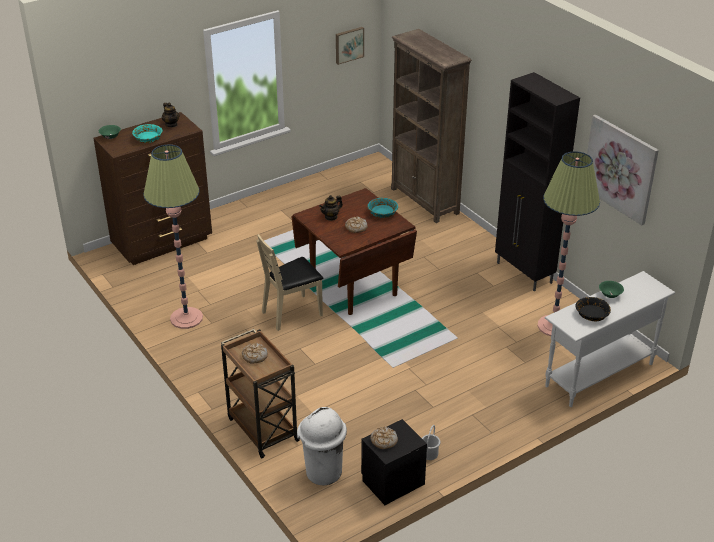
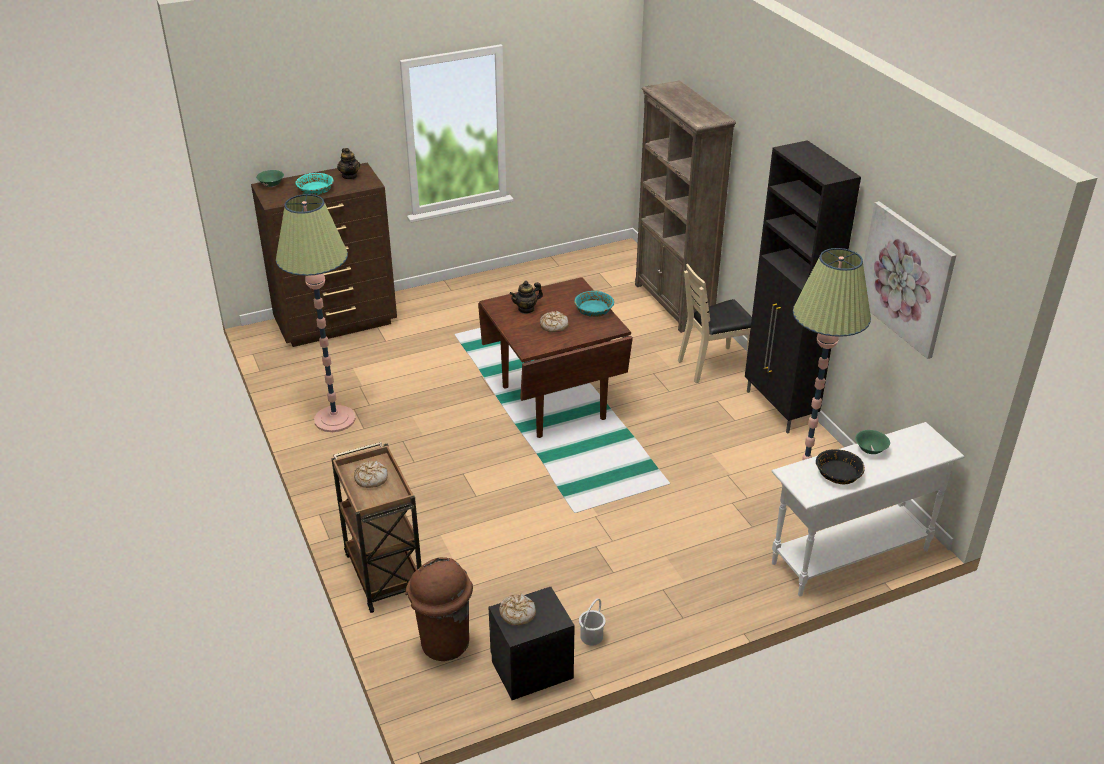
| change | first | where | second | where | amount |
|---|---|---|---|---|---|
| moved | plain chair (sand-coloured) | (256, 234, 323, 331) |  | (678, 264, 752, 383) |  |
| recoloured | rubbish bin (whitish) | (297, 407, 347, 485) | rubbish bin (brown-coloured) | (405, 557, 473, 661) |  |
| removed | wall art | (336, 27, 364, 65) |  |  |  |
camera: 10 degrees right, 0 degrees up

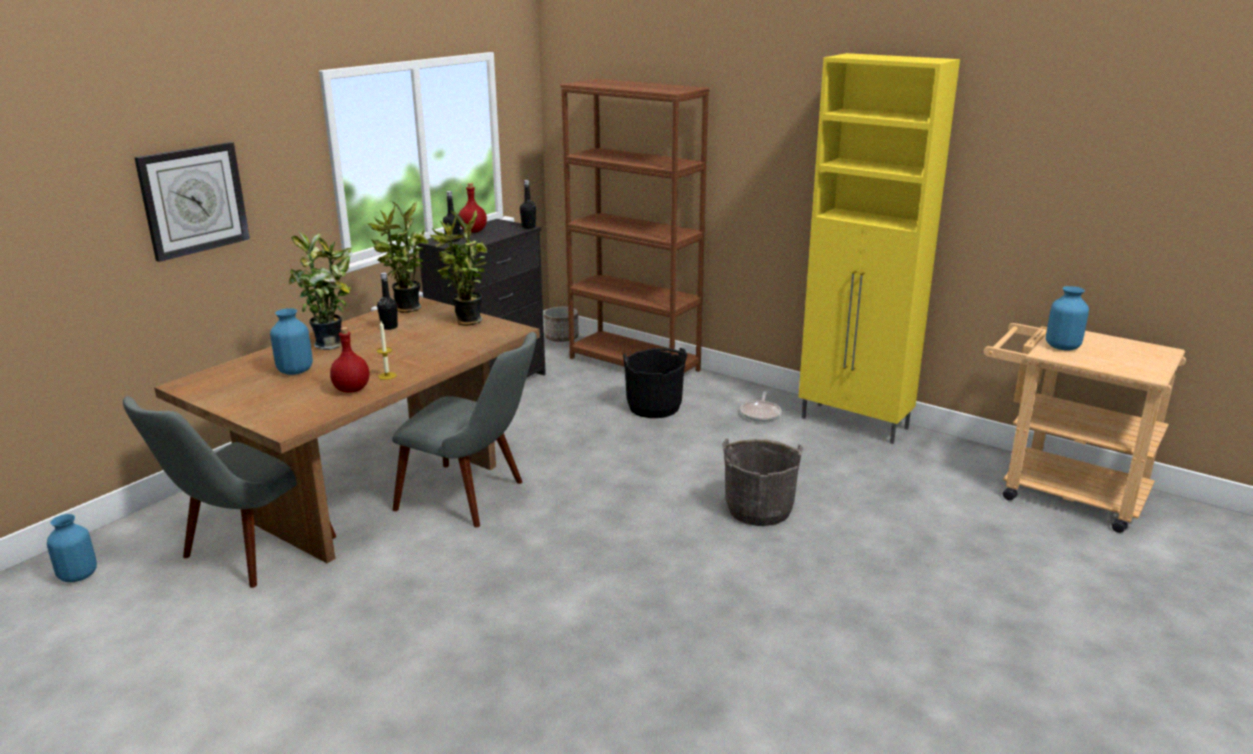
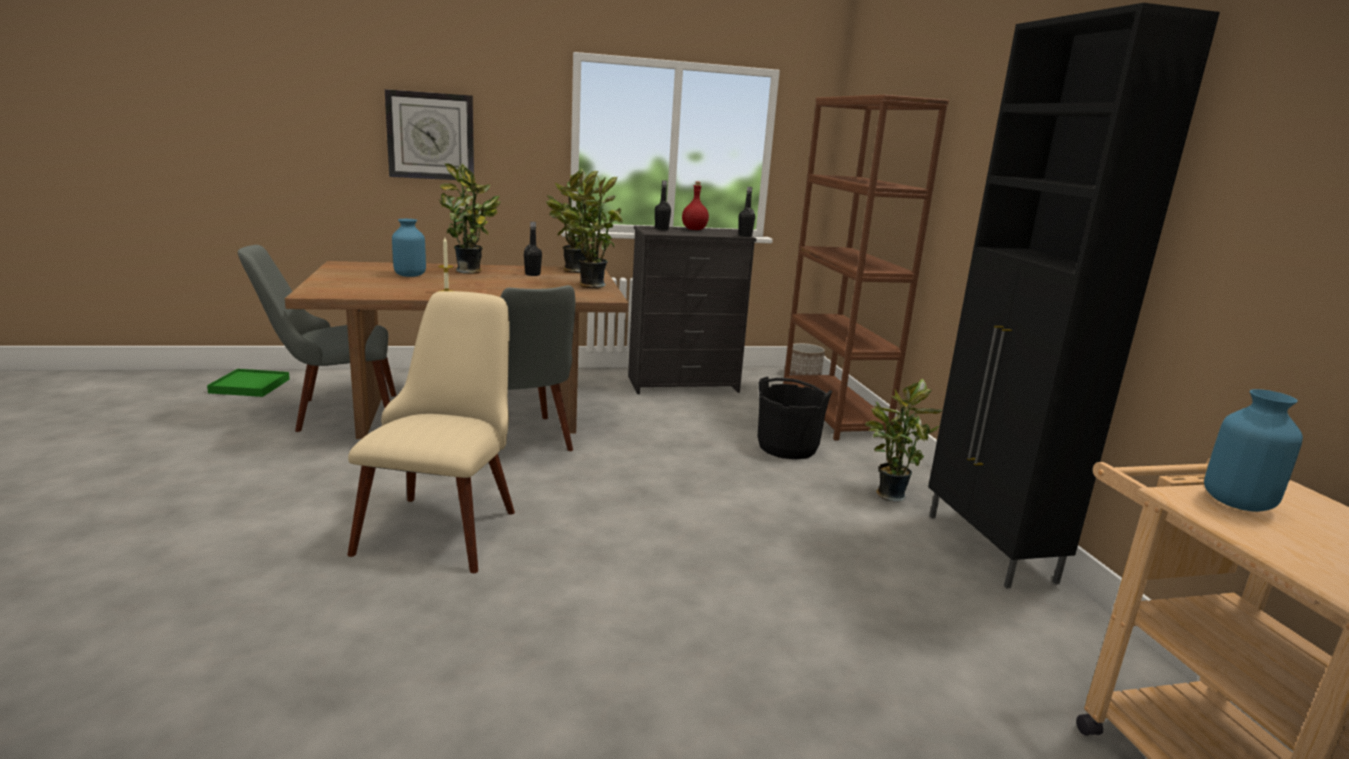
| change | first | where | second | where | amount |
|---|---|---|---|---|---|
| replaced | decorative vase (blue) | (47, 514, 97, 582) | carrying tray (green-coloured) | (207, 369, 290, 397) |  |
| removed | bottle (reddish) | (330, 327, 369, 393) |  |  |  |
| removed | bucket (greyish) | (722, 438, 803, 526) |  |  |  |
| replaced | pan | (740, 391, 781, 422) | potted plant | (865, 379, 942, 502) |  |
| recoloured | storage cabinet (yellowish) | (799, 53, 960, 444) | storage cabinet (blackish) | (928, 3, 1220, 588) |  |
| added |  |  | plain chair (sand-coloured) | (347, 291, 515, 573) |  |
camera: 40 degrees right, 5 degrees down

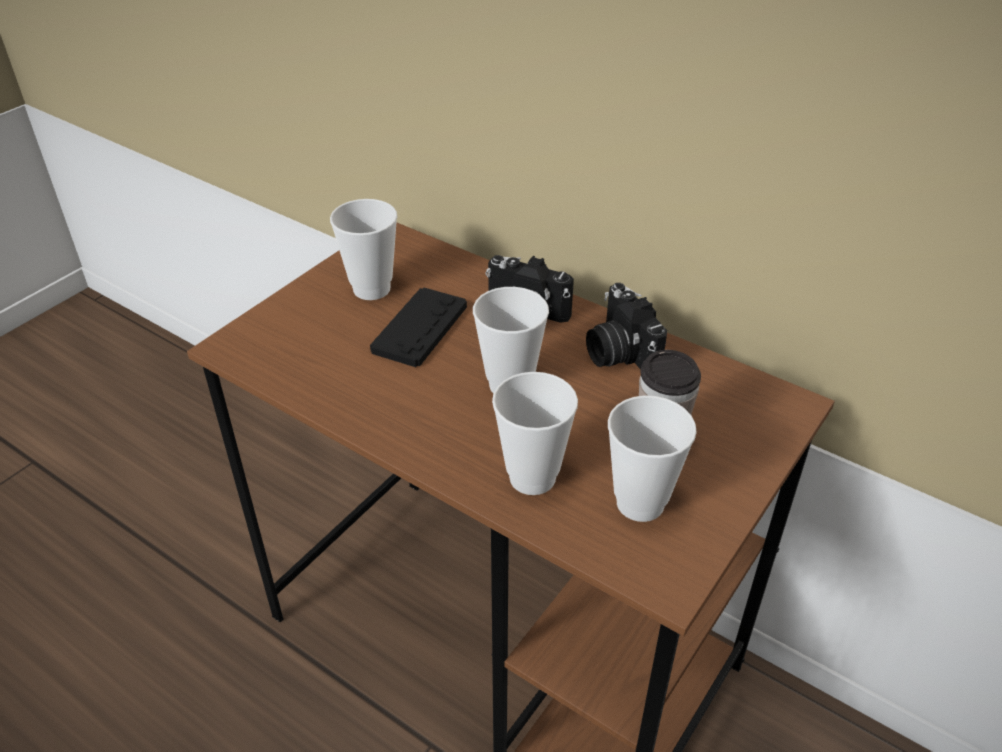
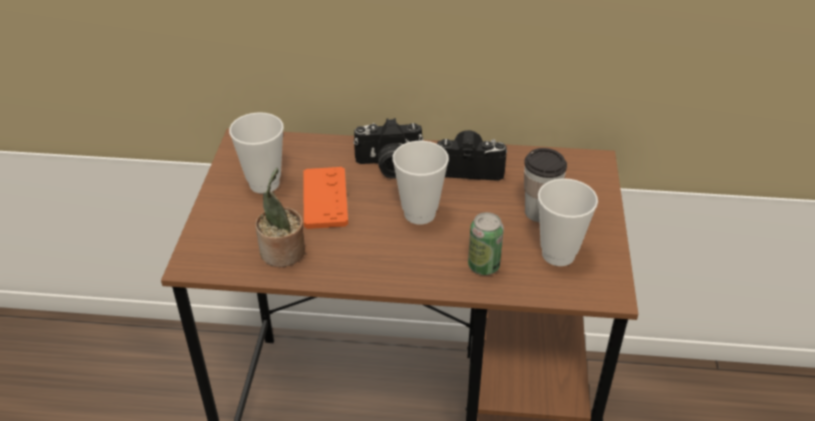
| change | first | where | second | where | amount |
|---|---|---|---|---|---|
| recoloured | game controller (blackish) | (370, 288, 467, 367) | game controller (orange) | (303, 167, 348, 229) |  |
| replaced | small cup | (492, 372, 578, 495) | can | (468, 212, 504, 275) |  |
| turned | still camera | (586, 283, 667, 370) |  | (437, 130, 507, 181) | 150 degrees clockwise |
| added |  |  | potted plant | (256, 168, 305, 267) |  |
camera: 30 degrees left, 0 degrees up

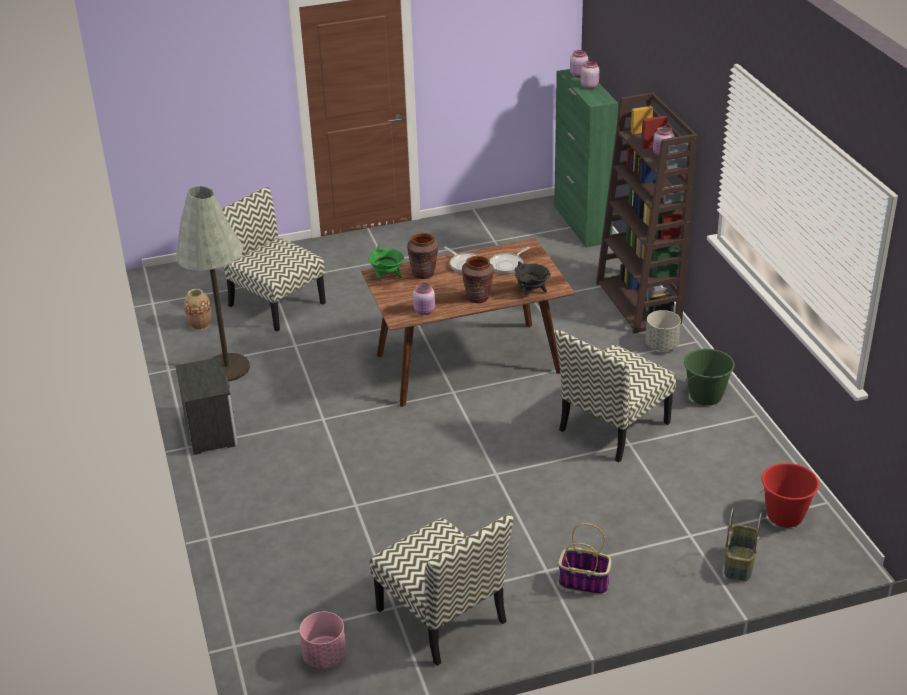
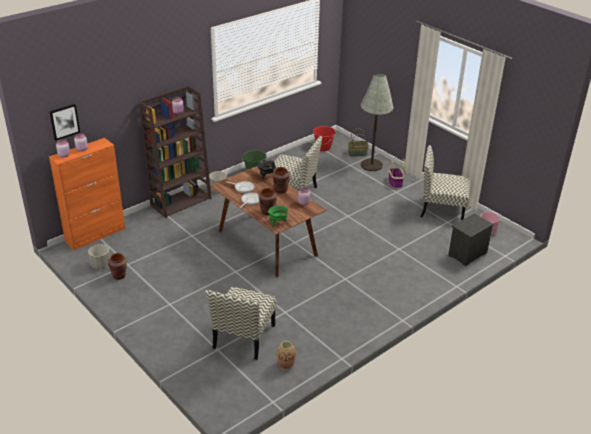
| change | first | where | second | where | amount |
|---|---|---|---|---|---|
| moved | nightstand | (175, 357, 238, 455) |  | (447, 213, 493, 266) |  |
| moved | standard lamp (greyish) | (176, 186, 250, 381) |  | (361, 74, 394, 171) |  |
| turned | plain chair | (370, 514, 513, 666) |  | (420, 145, 470, 220) | 105 degrees counterclockwise |
| recoloured | storage cabinet (green-coloured) | (554, 69, 618, 247) | storage cabinet (orange) | (49, 138, 125, 250) |  |
| added |  |  | wall art | (49, 104, 80, 141) |  |
| added |  |  | plant pot (greyish) | (88, 244, 110, 269) |  |
| added |  |  | decorative vase (brown-coloured) | (108, 253, 127, 280) |  |
camera: 115 degrees left, 0 degrees up

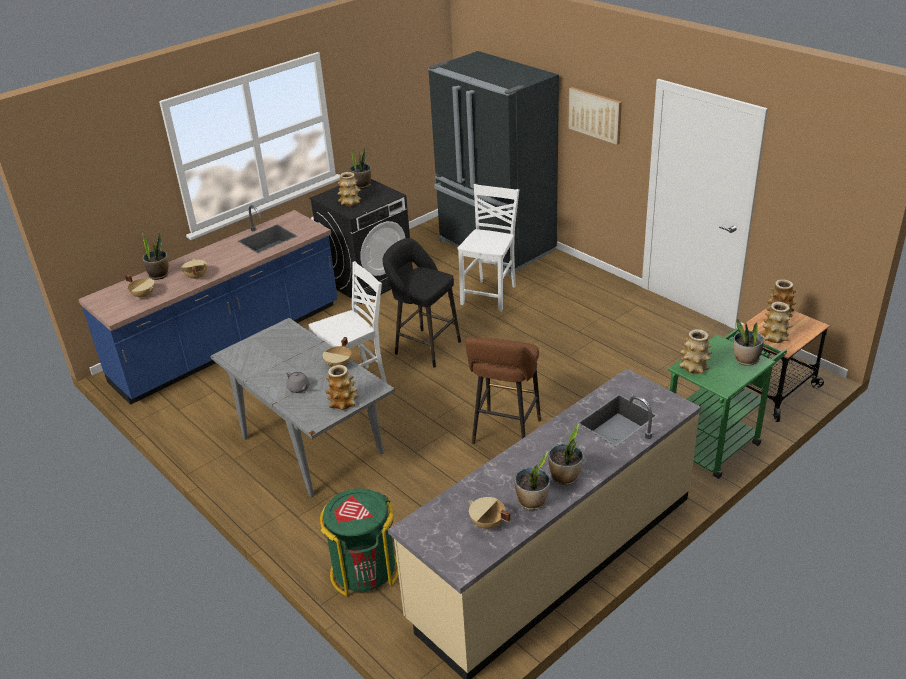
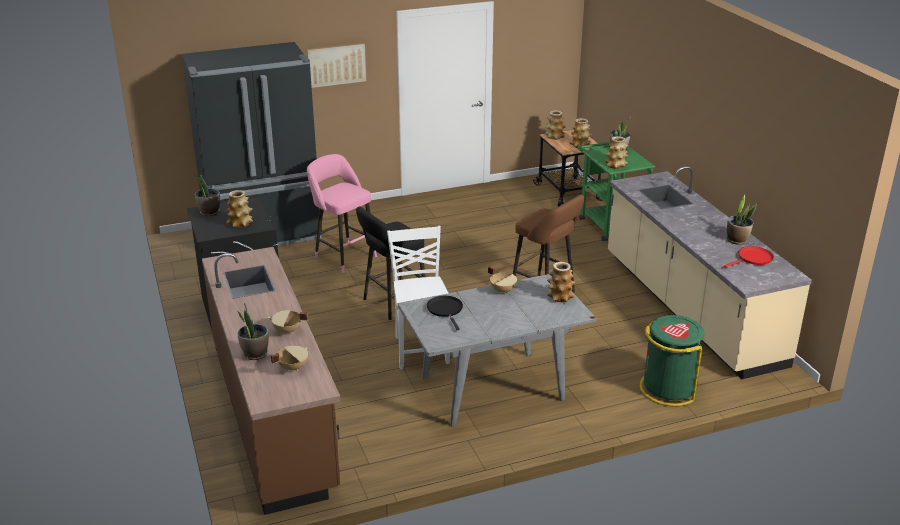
| change | first | where | second | where | amount |
|---|---|---|---|---|---|
| recoloured | kitchen base unit (blue) | (78, 205, 338, 405) | kitchen base unit (brown-coloured) | (202, 247, 341, 515) |  |
| removed | pot for tea (greyish) | (286, 372, 309, 393) |  |  |  |
| replaced | plain chair (whitish) | (457, 184, 519, 312) | stool seat (pink-coloured) | (307, 154, 377, 273) |  |
| replaced | cooking pot (sand-coloured) | (468, 497, 511, 529) | pan (reddish) | (724, 246, 774, 267) |  |
| removed | potted plant | (548, 423, 583, 485) |  |  |  |
| added |  |  | pan (blackish) | (427, 296, 463, 330) |  |
camera: 70 degrees left, 5 degrees down

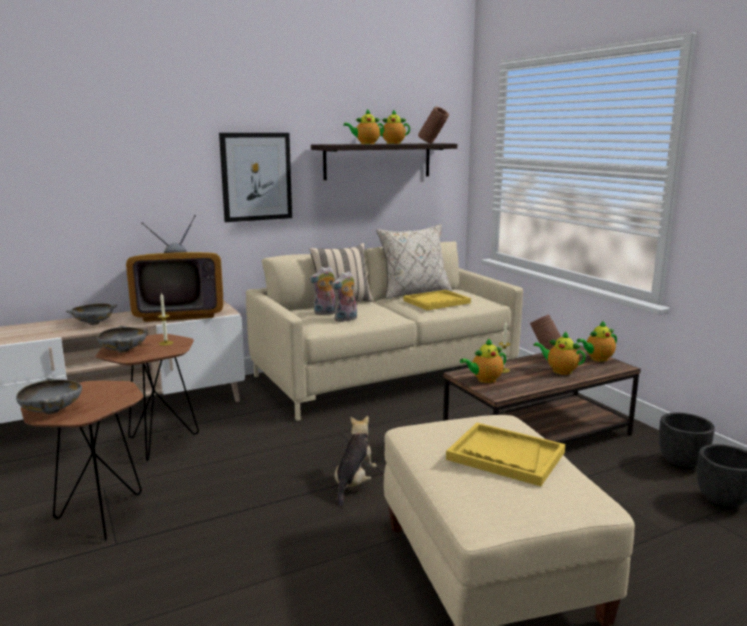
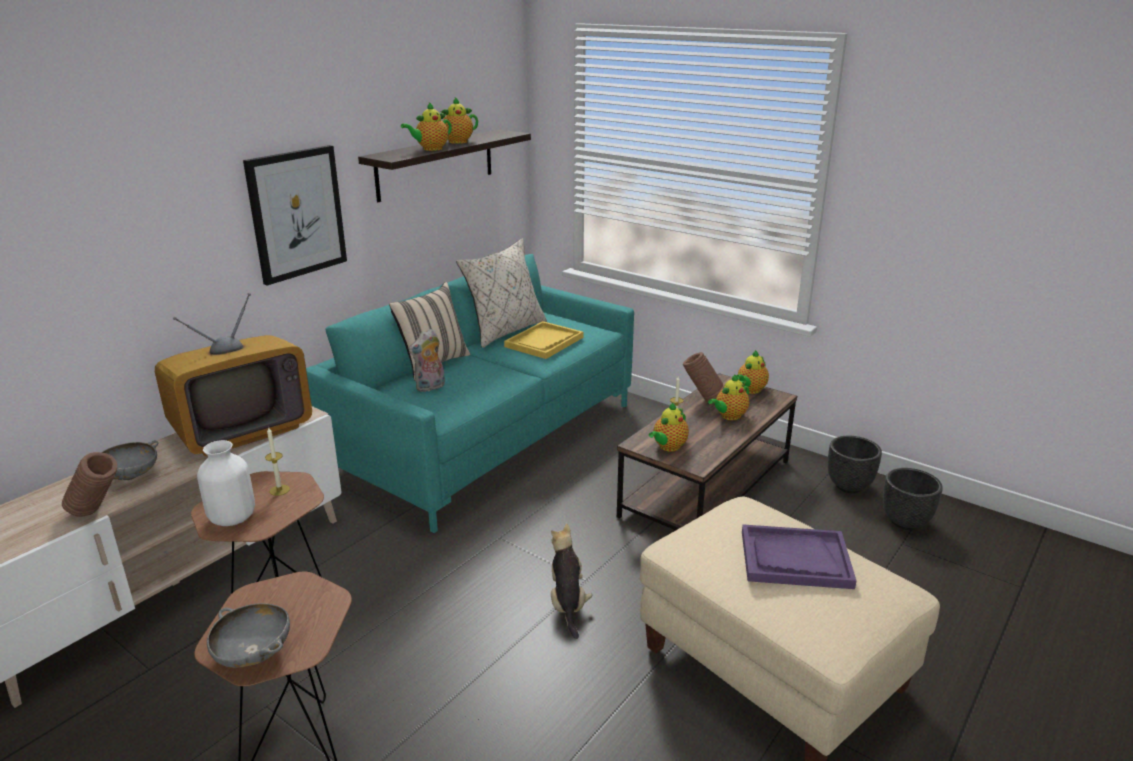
| change | first | where | second | where | amount |
|---|---|---|---|---|---|
| replaced | deep dish (greyish) | (97, 326, 147, 353) | decorative vase (whitish) | (197, 440, 255, 526) |  |
| recoloured | sofa (sand-coloured) | (246, 242, 523, 421) | sofa (turquoise-coloured) | (306, 254, 634, 533) |  |
| removed | soft toy | (331, 271, 357, 322) |  |  |  |
| moved | decorative vase (brown-coloured) | (418, 107, 449, 143) |  | (62, 452, 117, 517) |  |
| recoloured | carrying tray (yellowish) | (446, 423, 565, 486) | carrying tray (purplish) | (742, 524, 857, 589) |  |
| turned | pot for tea | (533, 331, 586, 375) |  | (708, 374, 749, 420) | 45 degrees counterclockwise |
camera: 25 degrees left, 10 degrees up

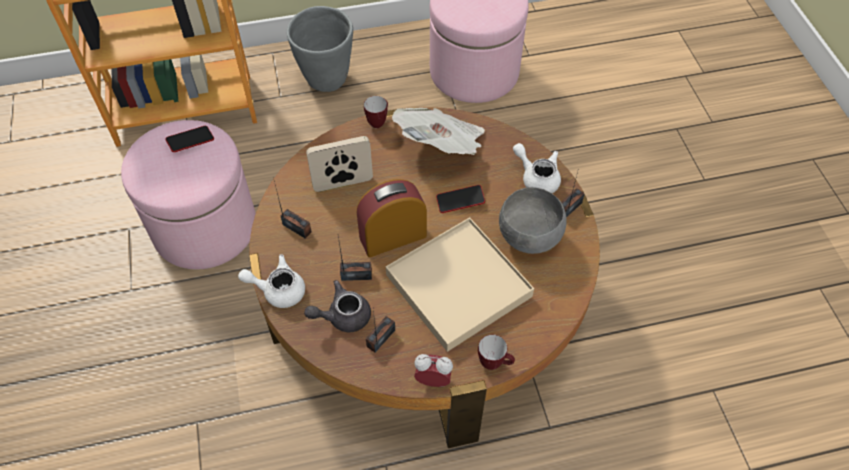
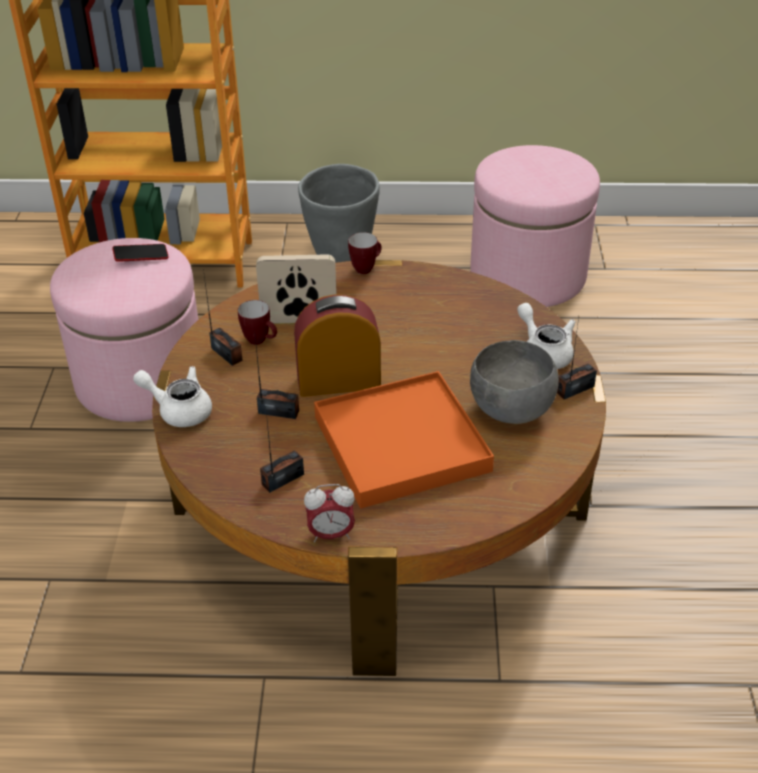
| change | first | where | second | where | amount |
|---|---|---|---|---|---|
| removed | pot for tea (greyish) | (304, 280, 371, 332) |  |  |  |
| recoloured | carrying tray (sand-coloured) | (386, 217, 534, 352) | carrying tray (orange) | (314, 371, 494, 509) |  |
| removed | newspaper | (392, 108, 485, 155) |  |  |  |
| turned | bedside clock | (414, 354, 453, 387) |  | (304, 484, 355, 542) | 150 degrees clockwise |
| removed | telephone | (436, 185, 485, 213) |  |  |  |
| moved | mug | (478, 335, 515, 370) |  | (238, 300, 277, 345) |  |
camera: 15 degrees right, 15 degrees down

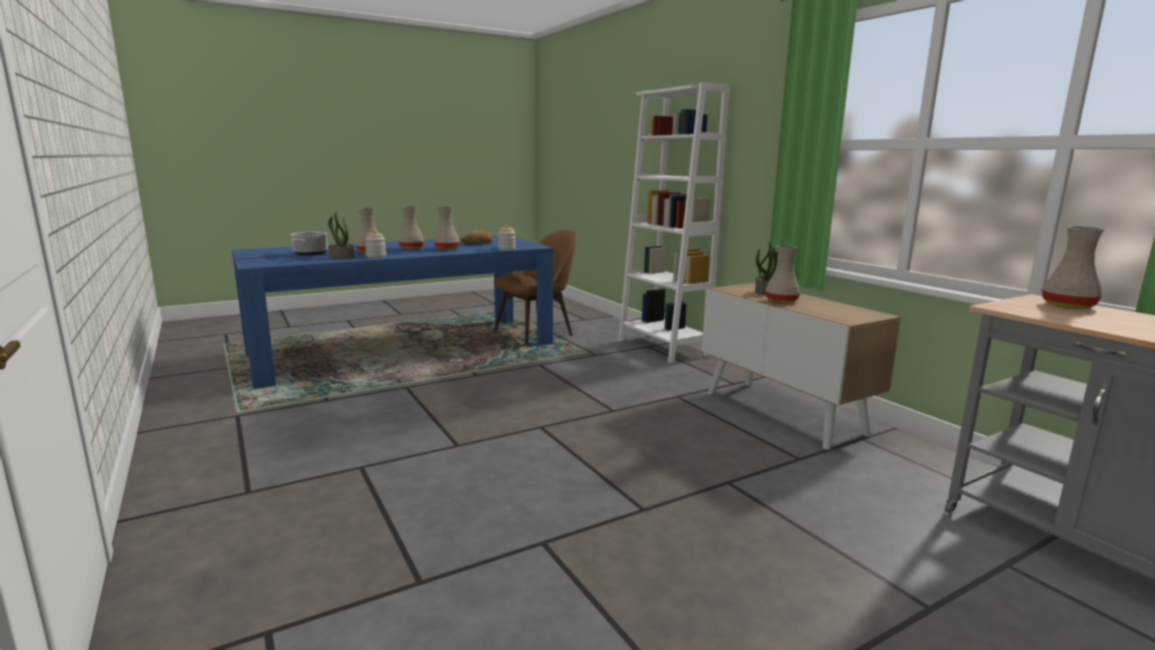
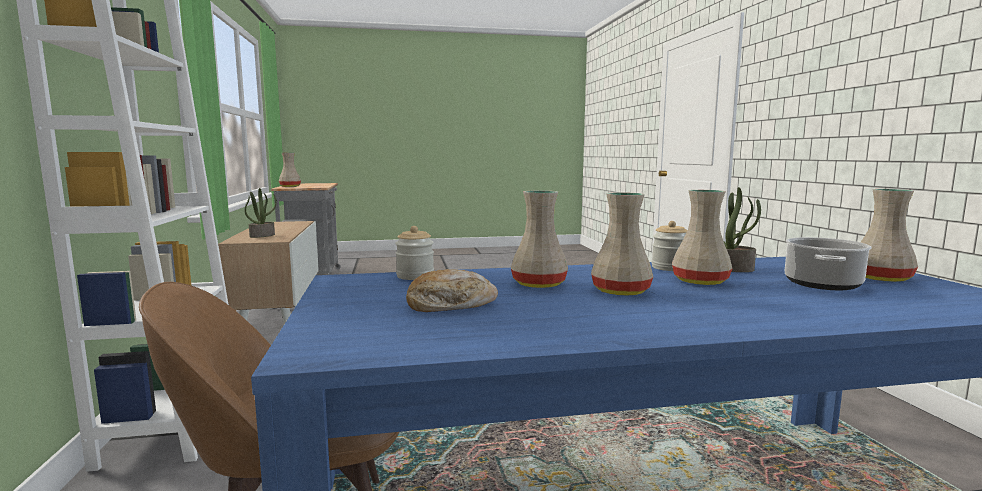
| change | first | where | second | where | amount |
|---|---|---|---|---|---|
| moved | decorative vase (sand-coloured) | (765, 245, 800, 303) |  | (861, 189, 918, 282) |  |
camera: 160 degrees left, 5 degrees down

